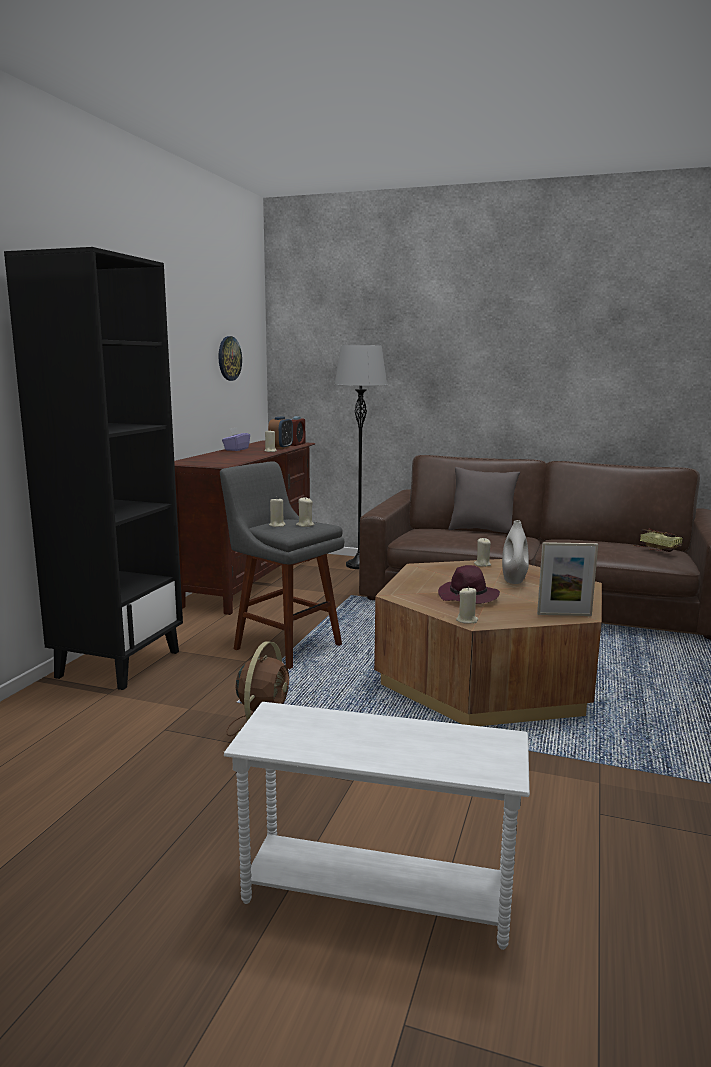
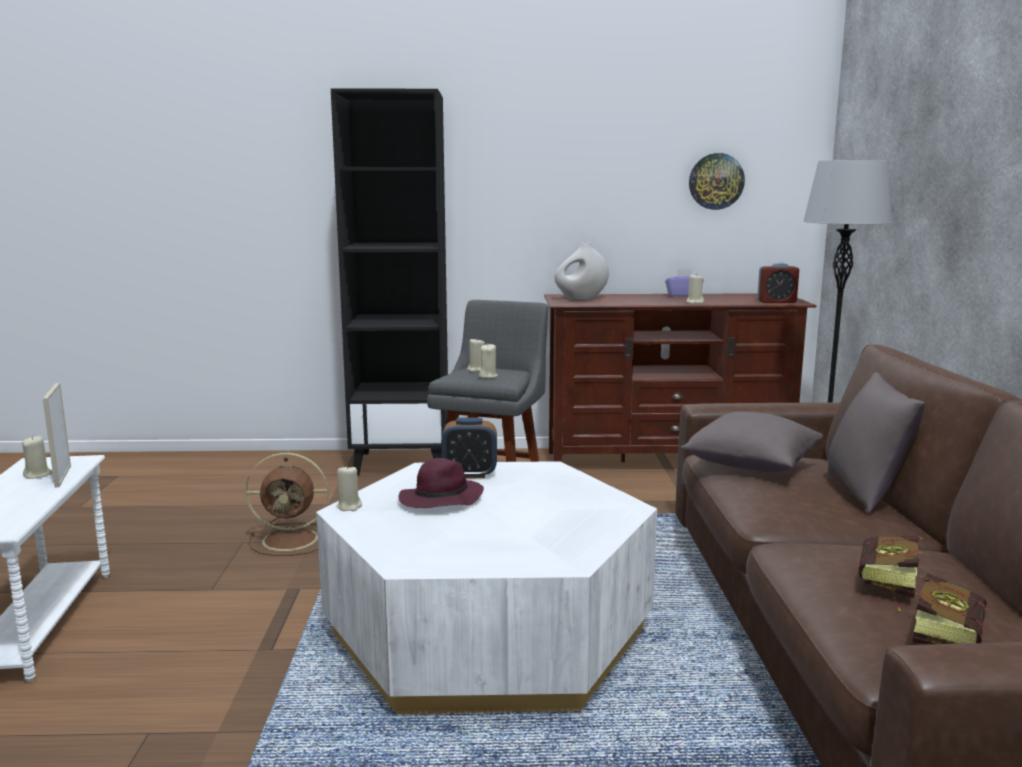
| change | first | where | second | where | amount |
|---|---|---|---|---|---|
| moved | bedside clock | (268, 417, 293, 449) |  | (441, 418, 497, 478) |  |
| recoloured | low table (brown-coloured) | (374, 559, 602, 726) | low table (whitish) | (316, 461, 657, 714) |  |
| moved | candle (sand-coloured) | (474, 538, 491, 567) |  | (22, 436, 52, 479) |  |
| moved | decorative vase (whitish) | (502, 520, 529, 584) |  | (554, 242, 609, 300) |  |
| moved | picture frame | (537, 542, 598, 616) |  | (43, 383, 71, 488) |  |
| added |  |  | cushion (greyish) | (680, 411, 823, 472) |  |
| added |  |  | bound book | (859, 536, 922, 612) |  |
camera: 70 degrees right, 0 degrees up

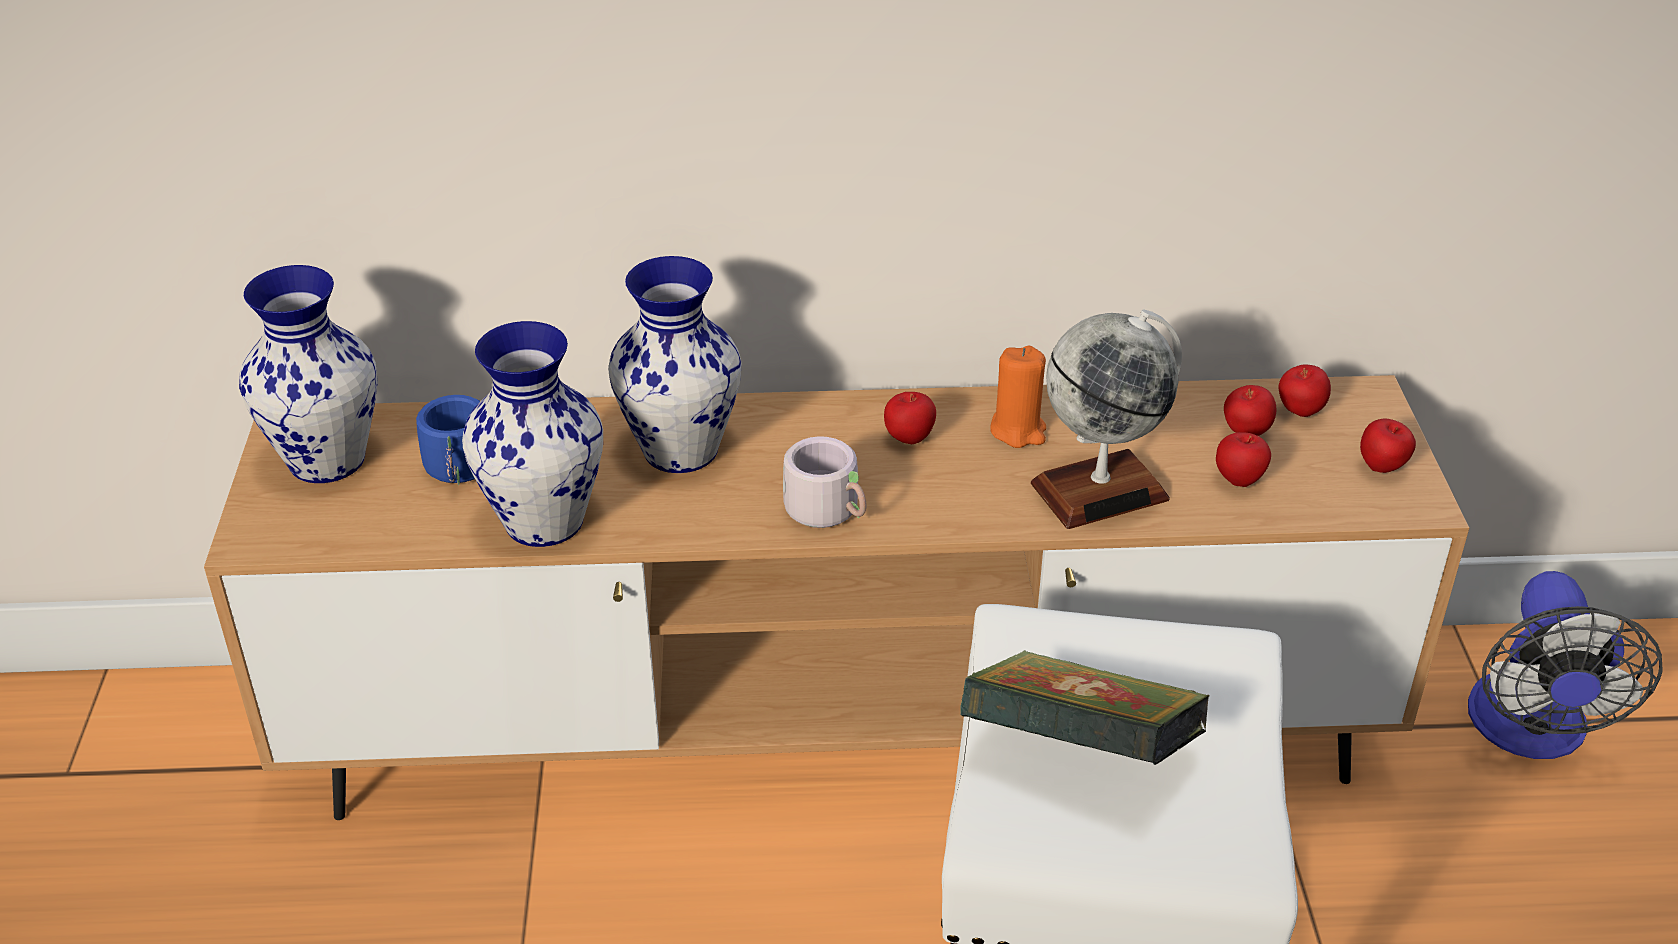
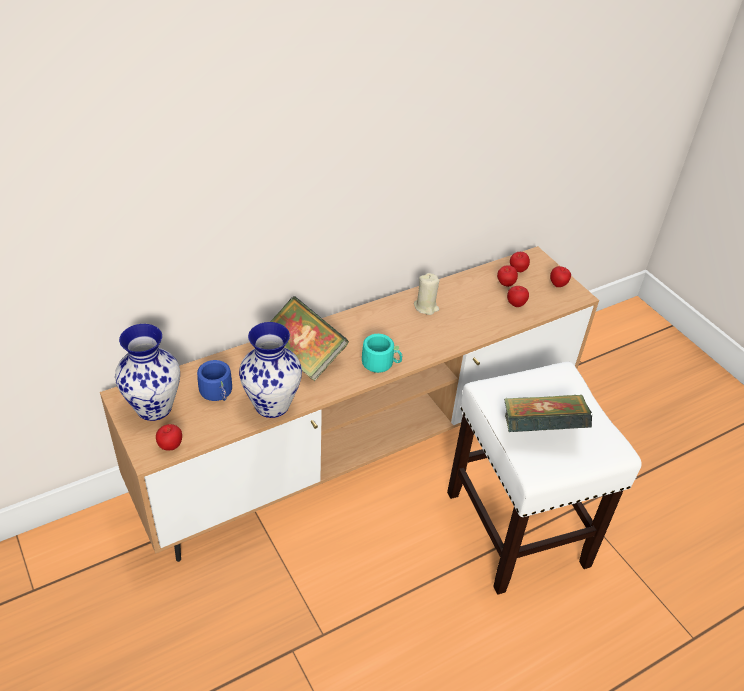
| change | first | where | second | where | amount |
|---|---|---|---|---|---|
| replaced | decorative vase | (608, 256, 742, 473) | bound book | (270, 296, 349, 381) |  |
| recoloured | mug (greyish) | (783, 436, 866, 528) | mug (turquoise-coloured) | (362, 334, 403, 373) |  |
| moved | apple | (884, 392, 936, 444) |  | (156, 424, 182, 450) |  |
| recoloured | candle (orange) | (990, 346, 1046, 448) | candle (sand-coloured) | (414, 273, 439, 315) |  |
| removed | desk globe | (1031, 309, 1182, 529) |  |  |  |
| removed | cooling fan | (1468, 571, 1663, 759) |  |  |  |
camera: 30 degrees left, 5 degrees up

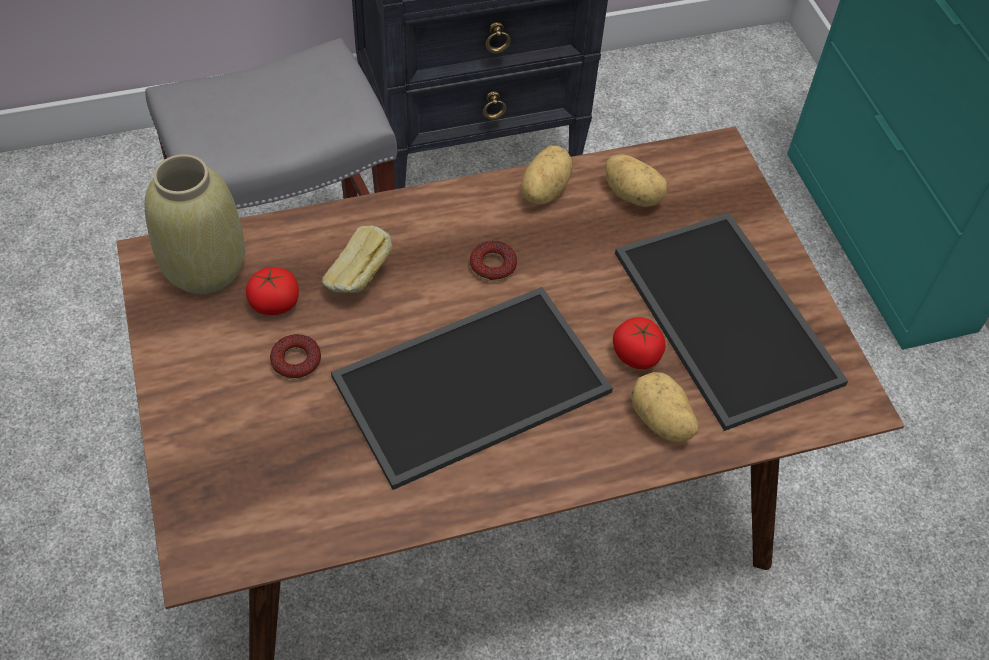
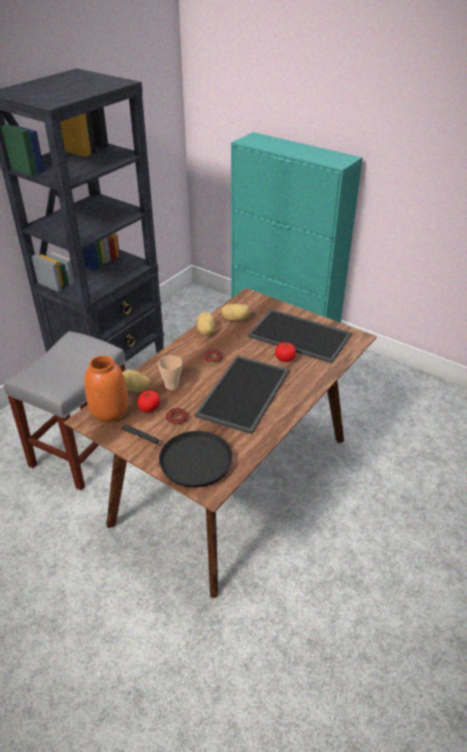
| change | first | where | second | where | amount |
|---|---|---|---|---|---|
| recoloured | decorative vase (sand-coloured) | (145, 154, 245, 294) | decorative vase (orange) | (85, 355, 128, 422) |  |
| replaced | baked bread | (322, 226, 393, 293) | small cup | (158, 355, 182, 390) |  |
| moved | spud | (631, 372, 698, 442) |  | (122, 370, 151, 392) |  |
| added |  |  | pan (blackish) | (122, 424, 233, 488) |  |
camera: 35 degrees left, 15 degrees down

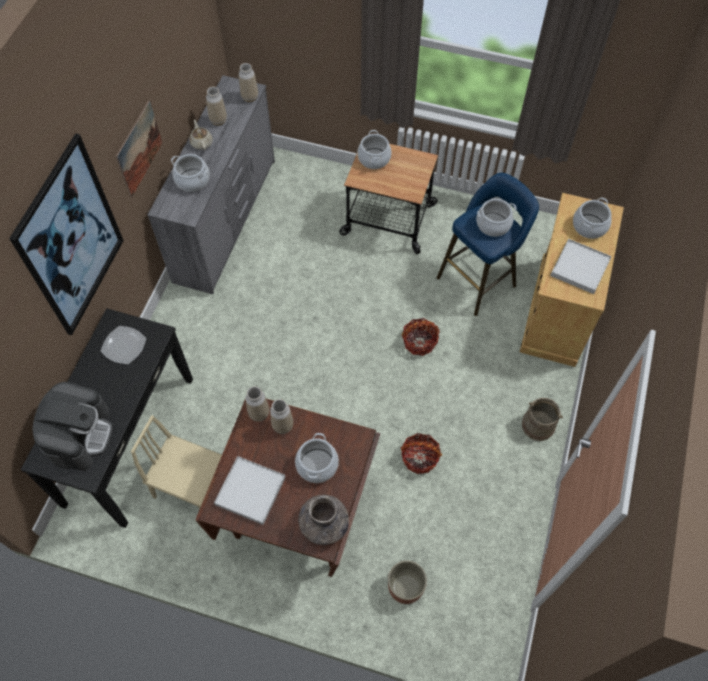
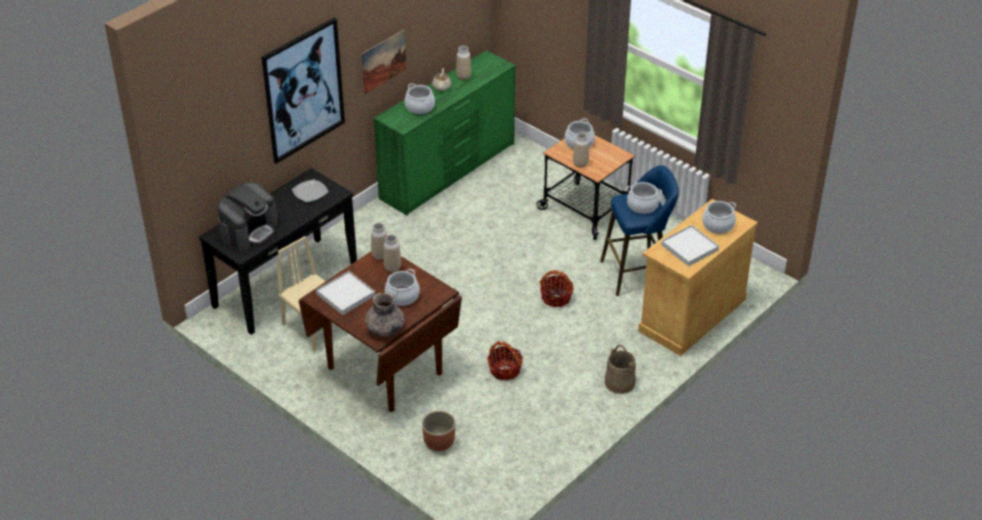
| change | first | where | second | where | amount |
|---|---|---|---|---|---|
| recoloured | chest of drawers (greyish) | (147, 75, 275, 294) | chest of drawers (green-coloured) | (373, 50, 516, 216) |  |
| moved | decorative vase | (239, 63, 258, 102) |  | (573, 132, 589, 167) |  |
camera: 25 degrees right, 20 degrees down

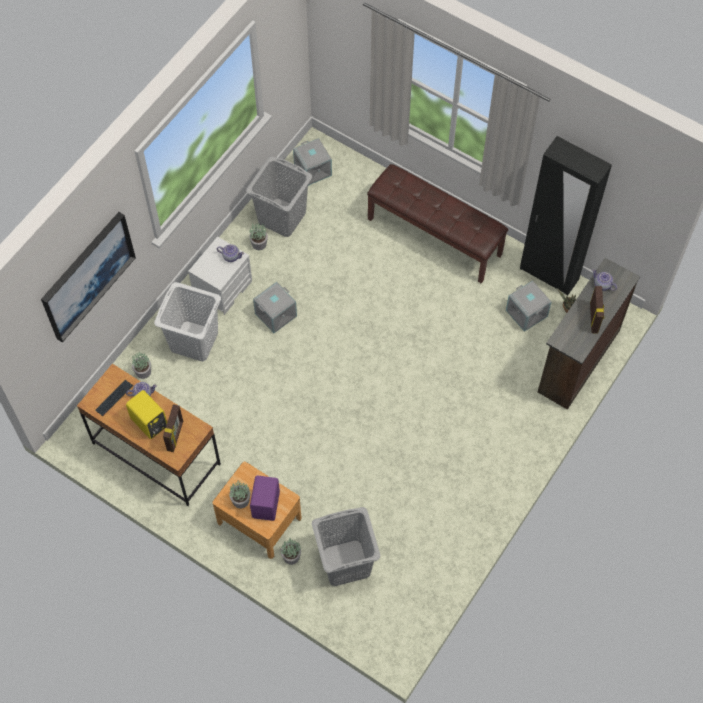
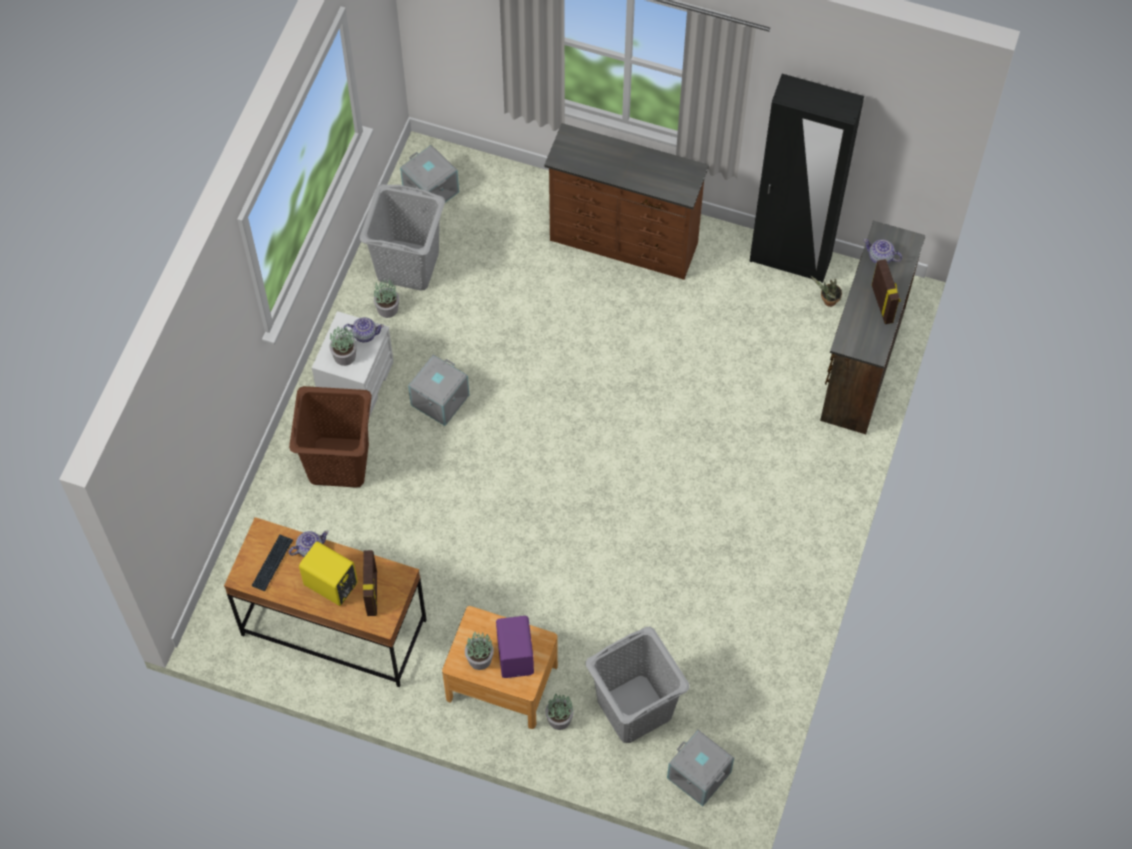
| change | first | where | second | where | amount |
|---|---|---|---|---|---|
| removed | wall art | (41, 212, 136, 342) |  |  |  |
| moved | potted plant | (132, 351, 151, 379) |  | (330, 326, 357, 366) |  |
| recoloured | hamper (whitish) | (154, 282, 221, 361) | hamper (brown-coloured) | (289, 386, 372, 488) |  |
| replaced | indoor bench (brown-coloured) | (367, 164, 508, 283) | chest of drawers (brown-coloured) | (544, 123, 709, 280) |  |
| moved | storage container (greyish) | (506, 280, 551, 332) |  | (667, 730, 734, 806) |  |
camera: 15 degrees left, 0 degrees up

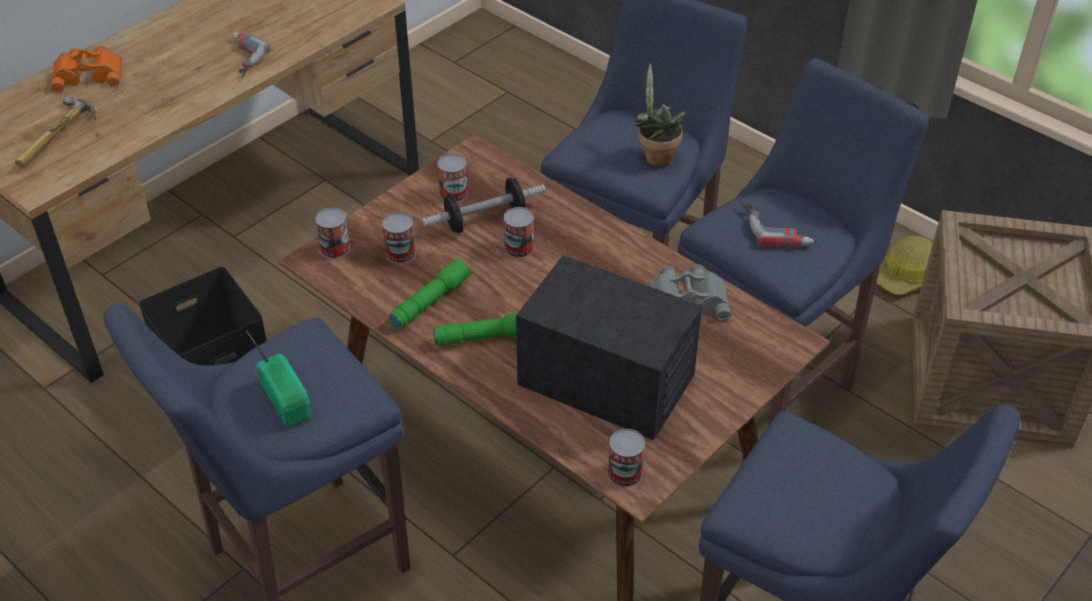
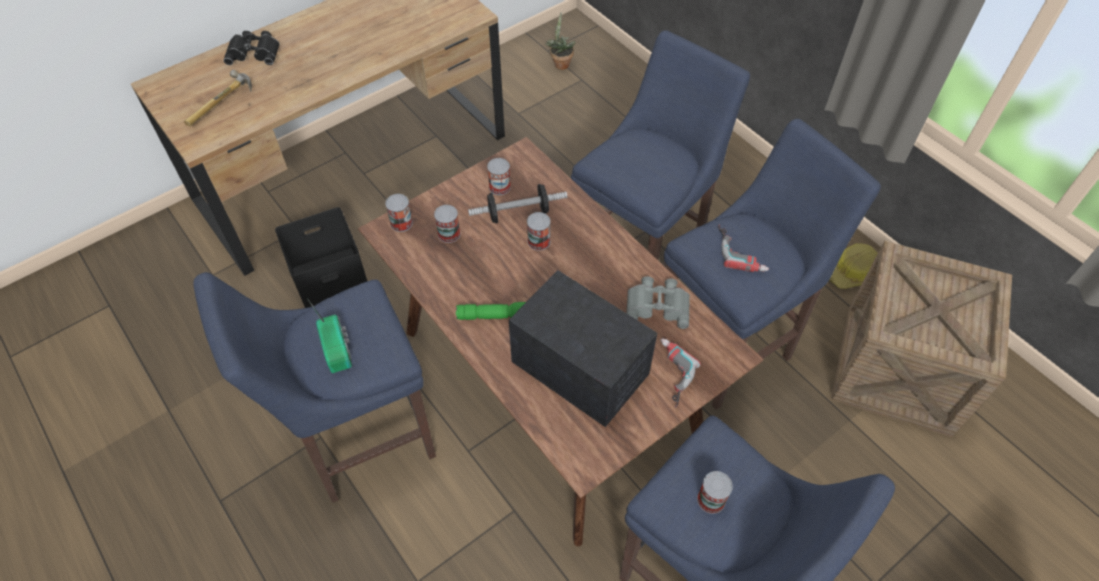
| change | first | where | second | where | amount |
|---|---|---|---|---|---|
| recoloured | binoculars (orange) | (51, 46, 122, 93) | binoculars (blackish) | (223, 31, 280, 65) |  |
| moved | electric drill | (232, 32, 270, 78) |  | (661, 338, 701, 408) |  |
| removed | flashlight (green-coloured) | (389, 259, 471, 329) |  |  |  |
| moved | can | (608, 429, 645, 487) |  | (697, 471, 733, 514) |  |
| moved | potted plant | (630, 64, 686, 167) |  | (545, 12, 576, 70) |  |
camera: 10 degrees right, 10 degrees up

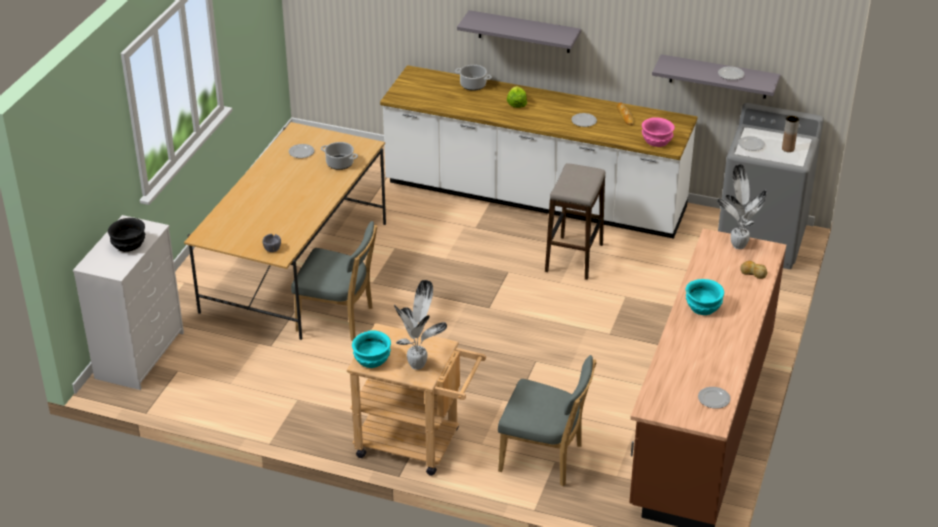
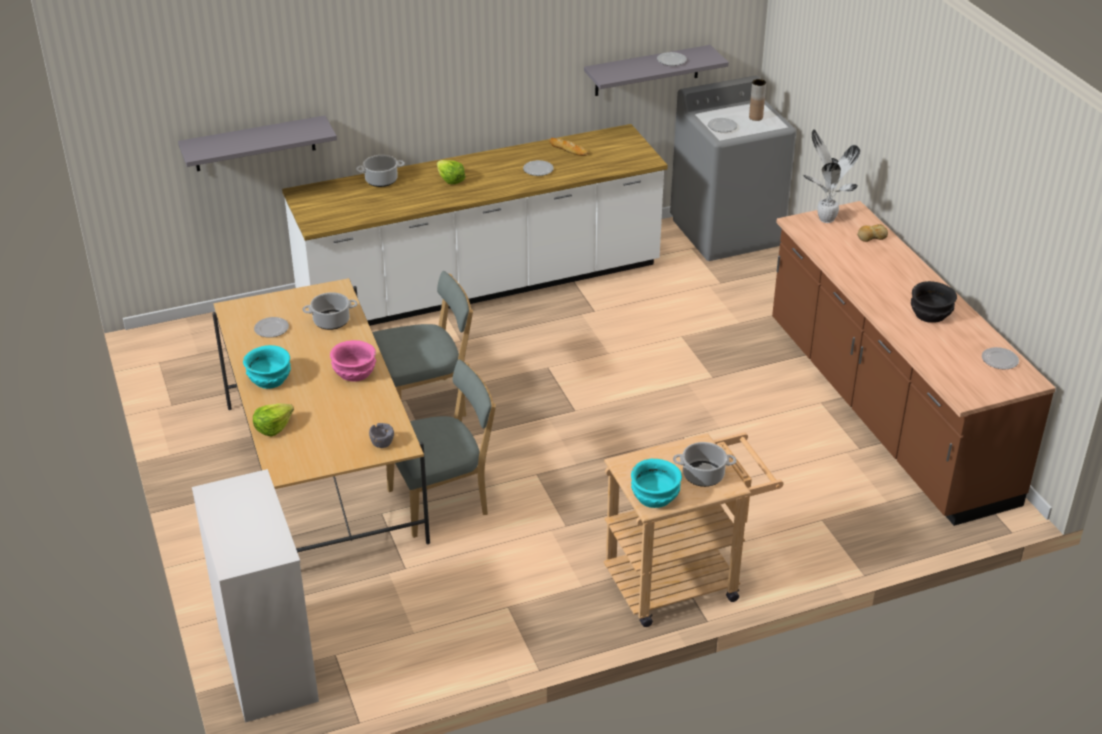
| change | first | where | second | where | amount |
|---|---|---|---|---|---|
| moved | deep dish (blackish) | (108, 218, 145, 252) |  | (911, 281, 957, 323) |  |
| replaced | potted plant | (394, 280, 447, 370) | cooking pot | (673, 442, 736, 487) |  |
| moved | bracket shelf (greyish) | (457, 10, 581, 53) |  | (178, 115, 337, 171) |  |
| moved | plain chair (greyish) | (498, 355, 597, 486) |  | (373, 271, 473, 417) |  |
| removed | stool seat | (545, 163, 606, 280) |  |  |  |
| moved | deep dish (pink-coloured) | (642, 117, 675, 147) |  | (330, 340, 376, 382) |  |
| moved | deep dish (turquoise-coloured) | (686, 279, 724, 315) |  | (243, 345, 291, 389) |  |
| added |  |  | lettuce head | (253, 403, 294, 437) |  |
camera: 40 degrees left, 0 degrees up

